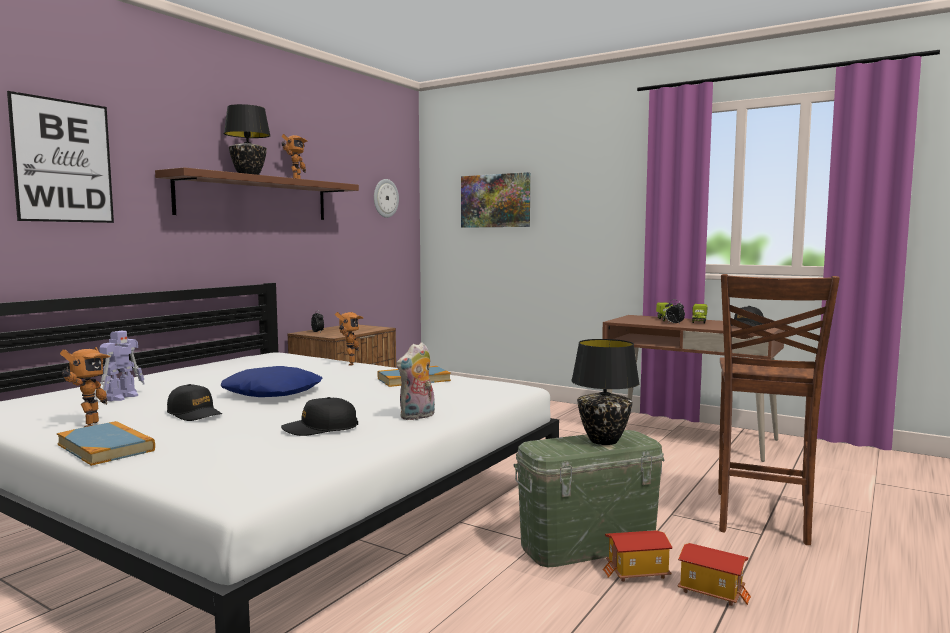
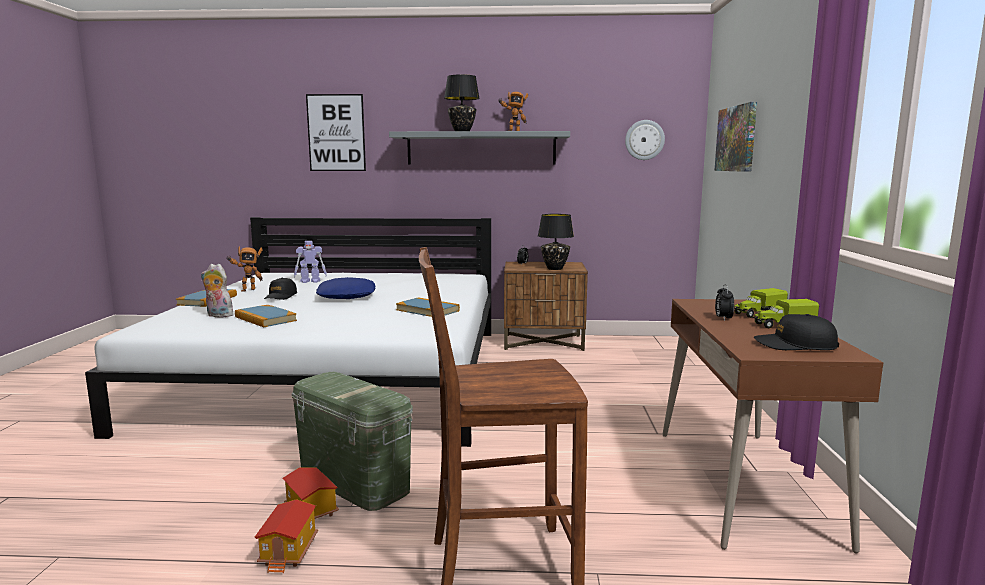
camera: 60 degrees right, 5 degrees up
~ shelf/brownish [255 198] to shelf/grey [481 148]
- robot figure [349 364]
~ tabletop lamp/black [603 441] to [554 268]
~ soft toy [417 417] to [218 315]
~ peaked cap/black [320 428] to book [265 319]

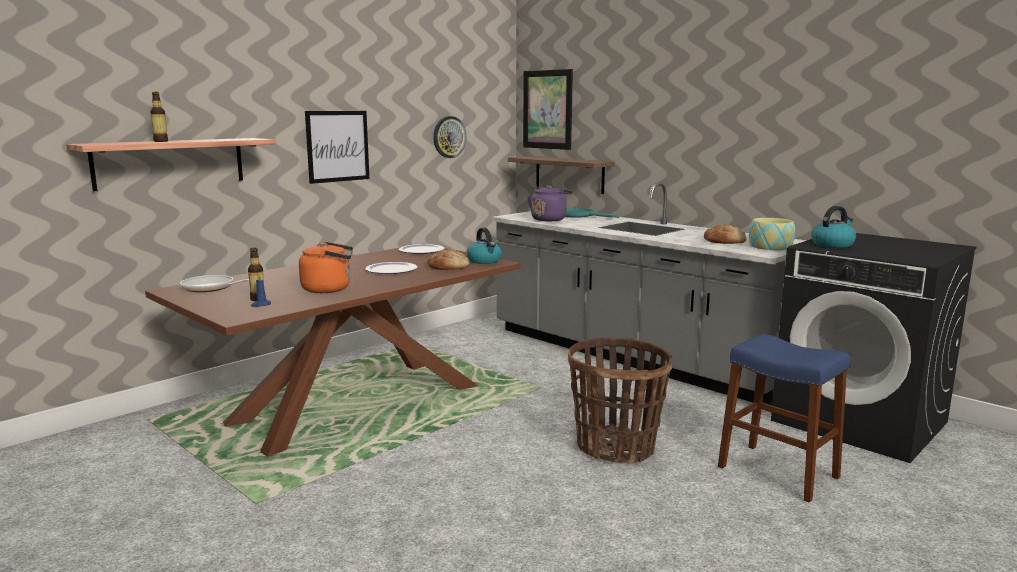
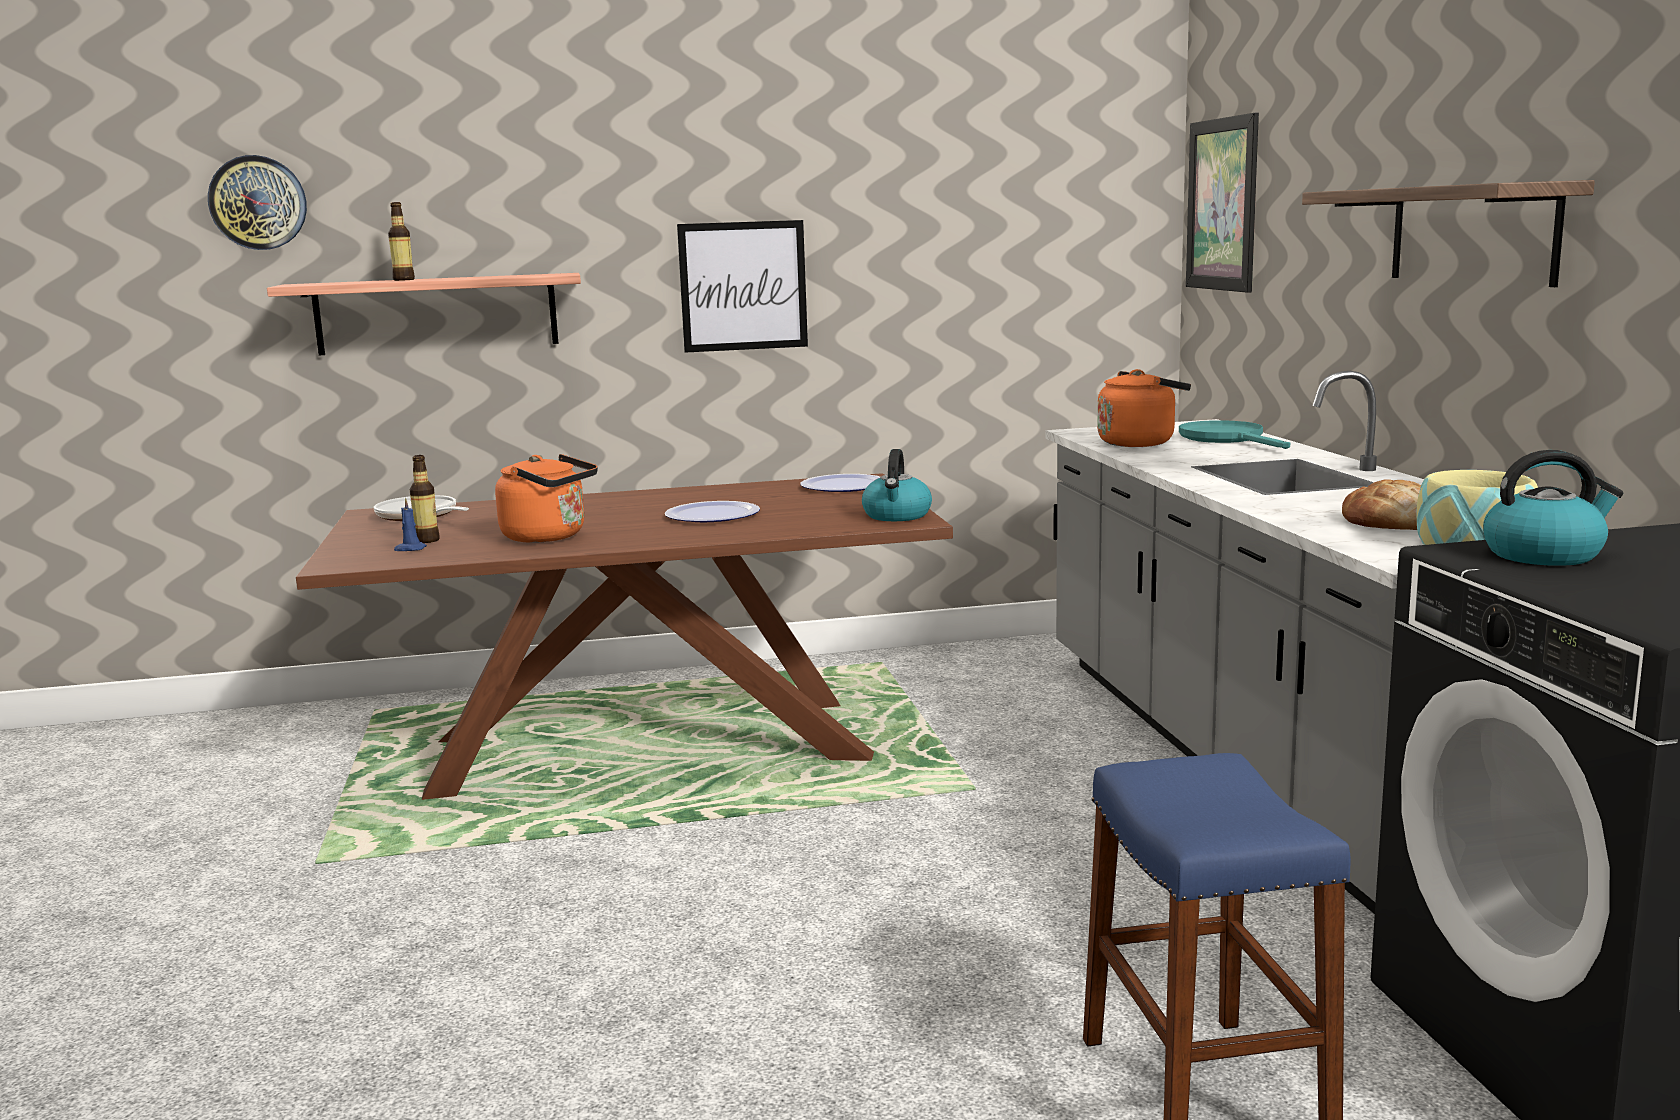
camera: 35 degrees right, 0 degrees up
~ hanging clock [449 137] to [258 202]
~ shelf [569 174] to [1472 234]
~ kettle/purplish [549 219] to kettle/orangey [1139 443]
- baked bread [448 266]
- household basket [616 447]

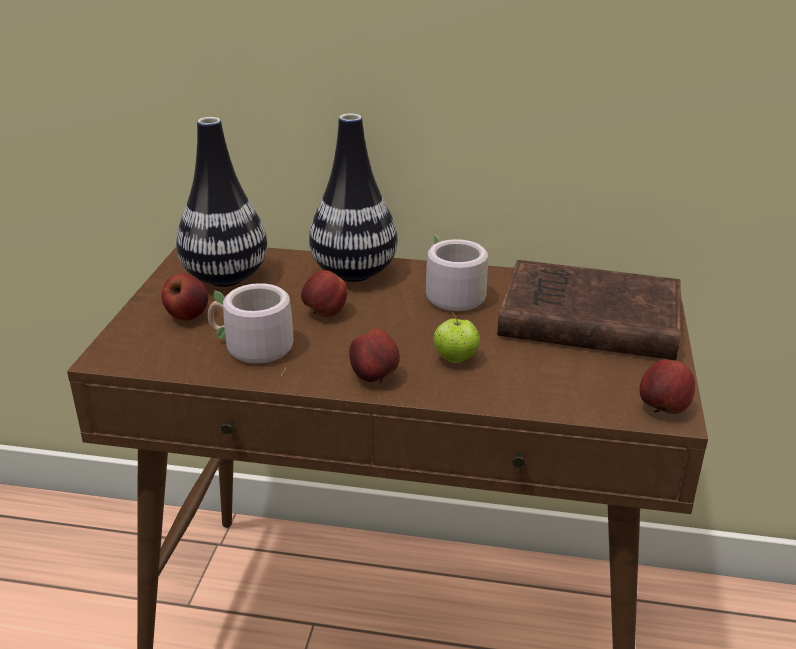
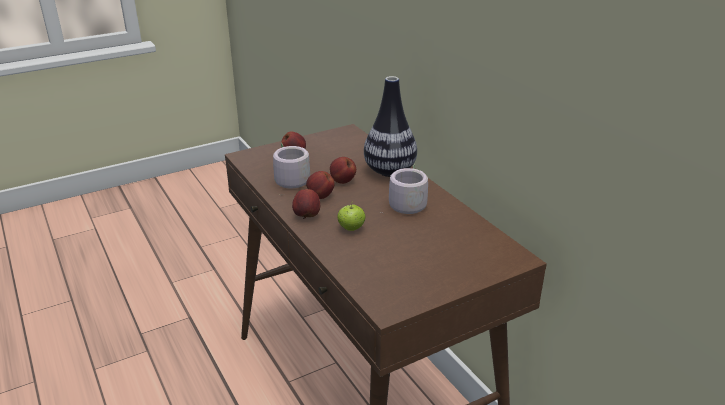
camera: 50 degrees right, 0 degrees up
- flower vase [225 278]
- book/brownish [583 319]
~ whole apple [663 409] to [320 197]

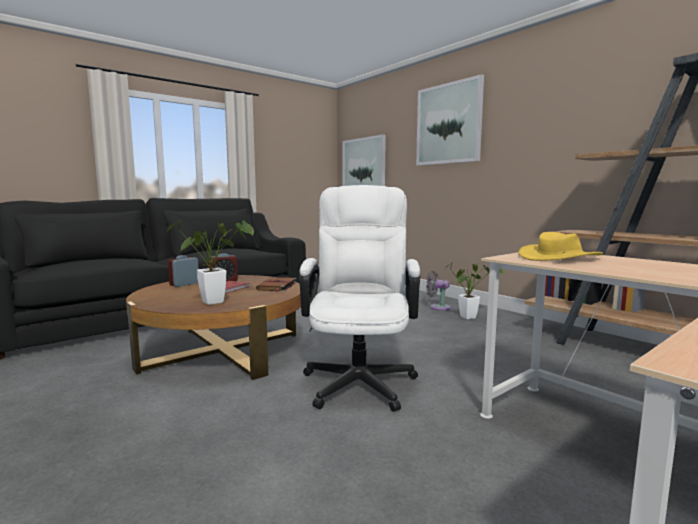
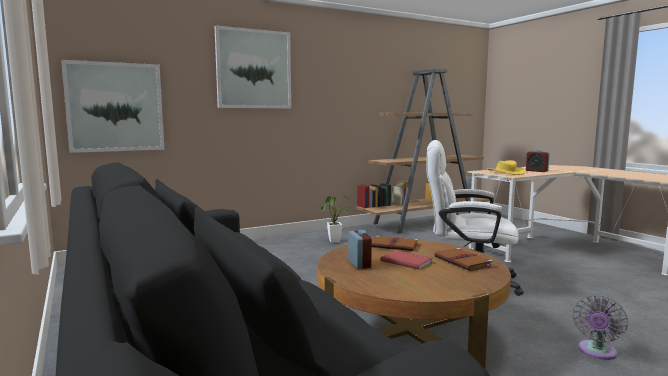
camera: 80 degrees left, 0 degrees up
~ plant in a pot [218 301] to book/brownish [463 262]
~ alarm clock [184 284] to [536 171]
~ electric fan/grey [438 307] to [596 352]

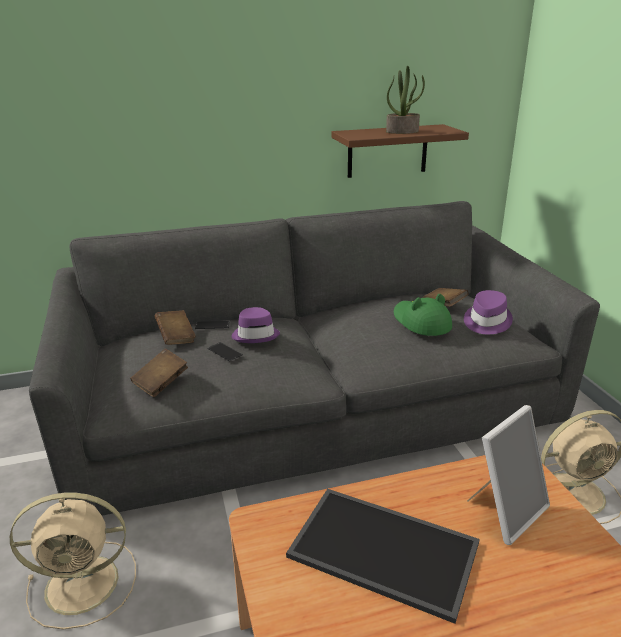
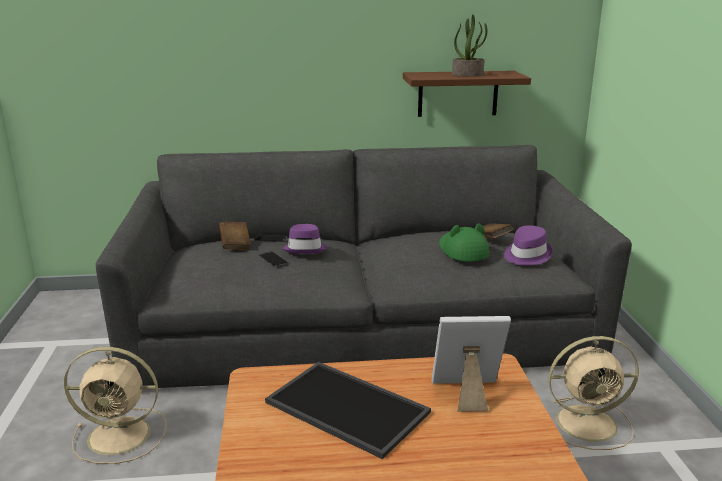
camera: 10 degrees right, 5 degrees down
- book/brownish [161 383]
~ photo frame [505 510] = [466 394] 150 degrees counterclockwise

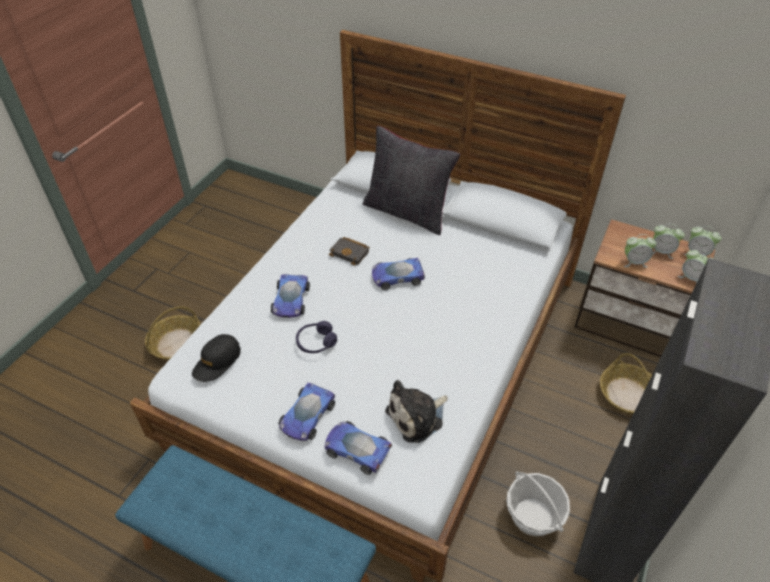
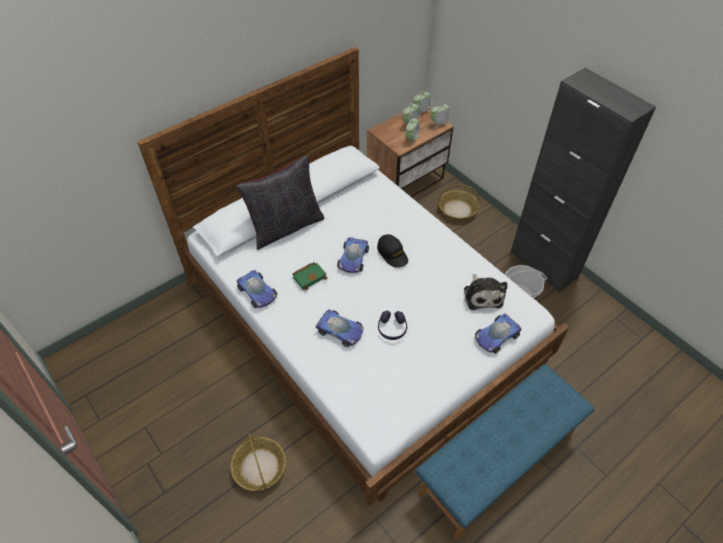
camera: 65 degrees left, 5 degrees up
~ book/black [351 253] to book/greenish [310 276]
~ peaked cap/black [217 362] to [392 254]
~ miniature car [307 416] to [257 292]

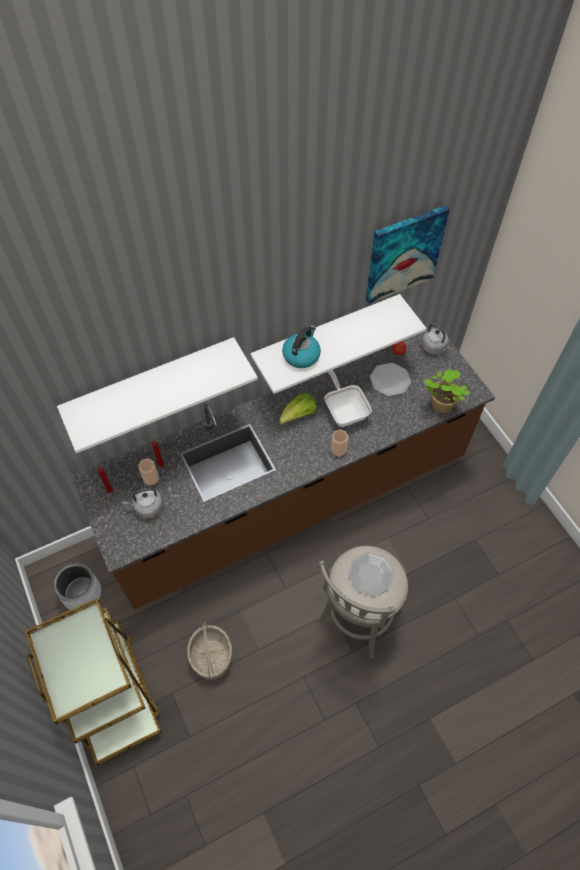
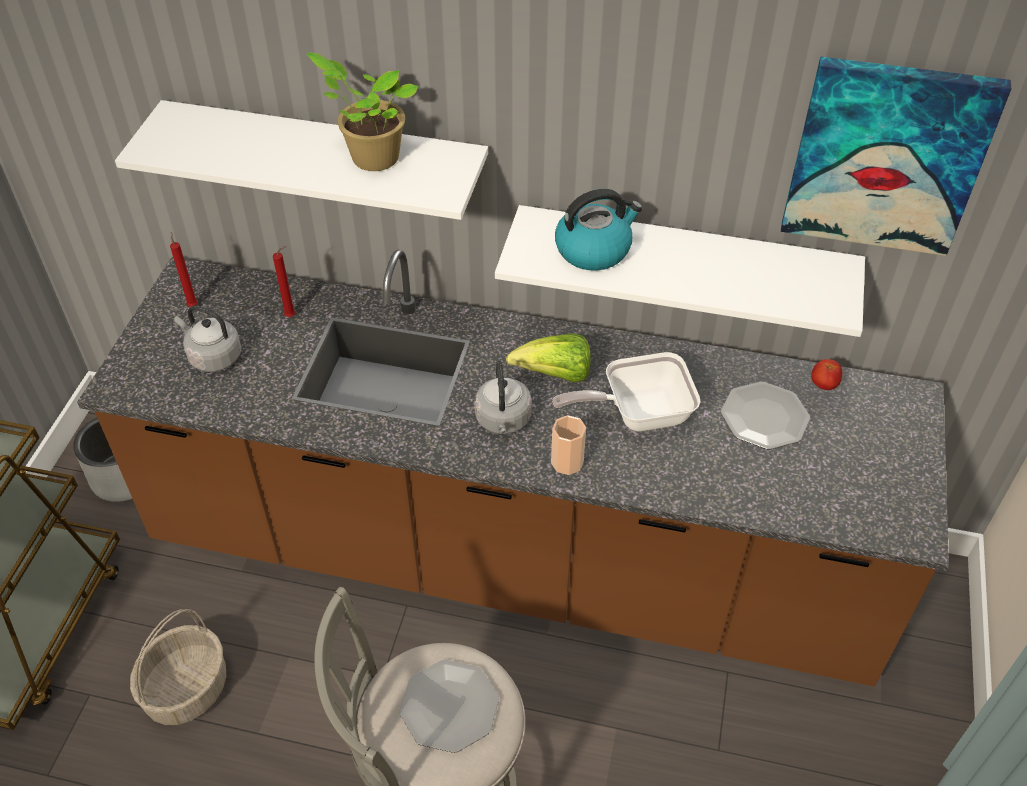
camera: 40 degrees right, 10 degrees down
~ kettle/grey [434 348] to [503 421]
~ plant in a pot [440 405] to [371 157]
~ pan [344 410] = [637 413] 120 degrees counterclockwise
- drinking cup [151 478]

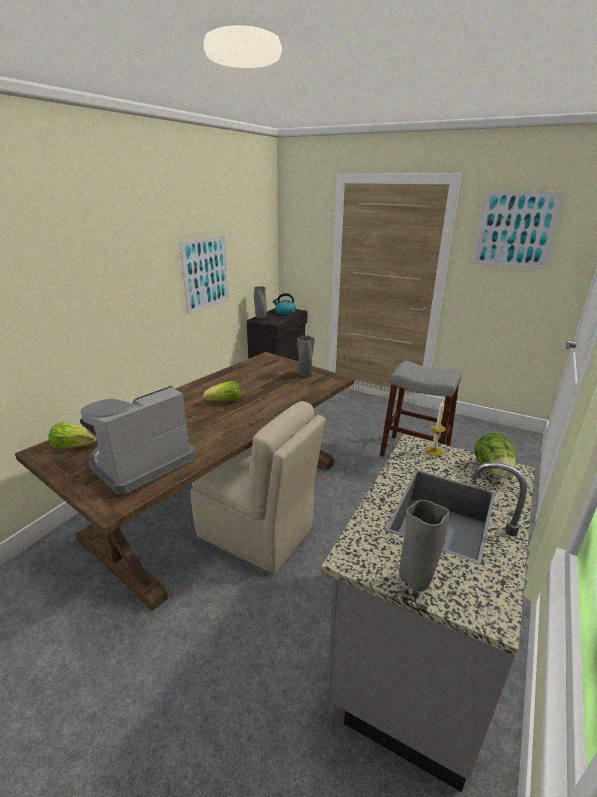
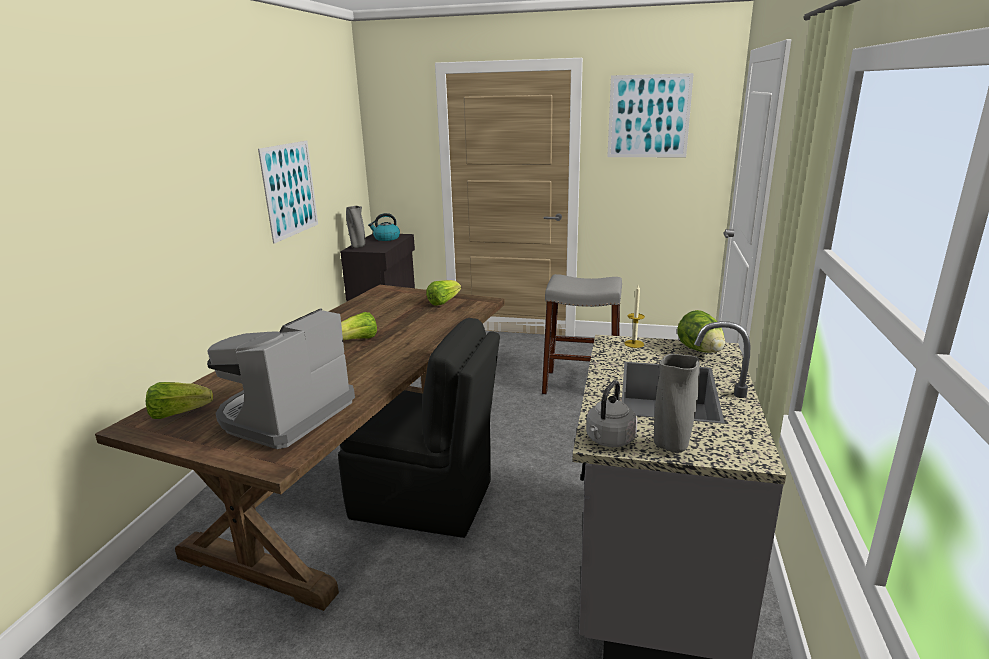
camera: 15 degrees left, 5 degrees down
~ flower vase/grey [305 375] to lettuce head [443 302]
~ plain chair/beige [258 533] to plain chair/black [426 500]
+ kettle/grey [609 440]

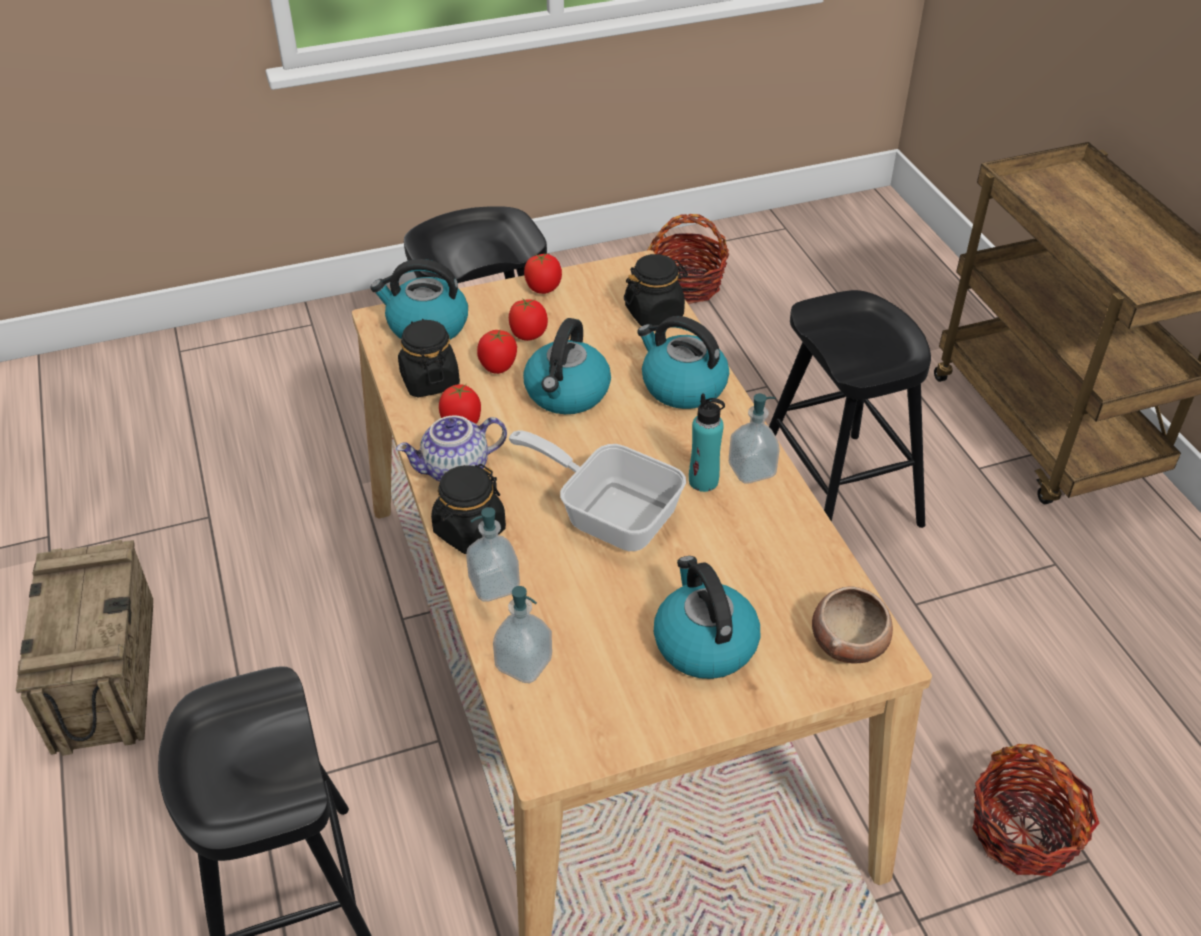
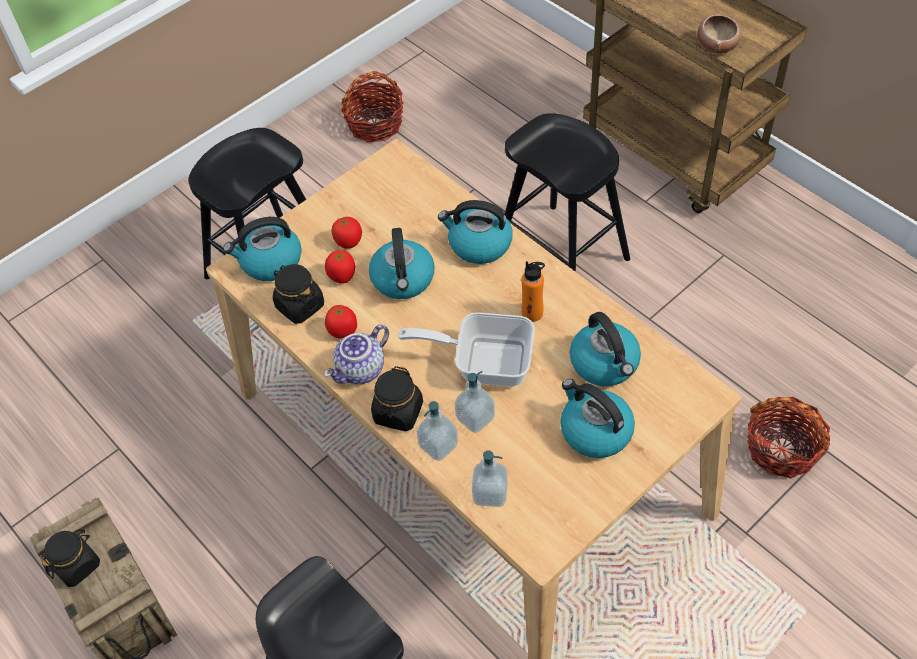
camera: 20 degrees left, 10 degrees up
- whole tomato [543 288]
~ preserve jar/black [654 313] to [77 565]
~ bottle/turquoise [703 481] to bottle/orangey [532 313]
~ soap dispenser [751 470] to [475 418]
~ serving bowl [849 641] to [716 45]
+ kettle [605 363]

